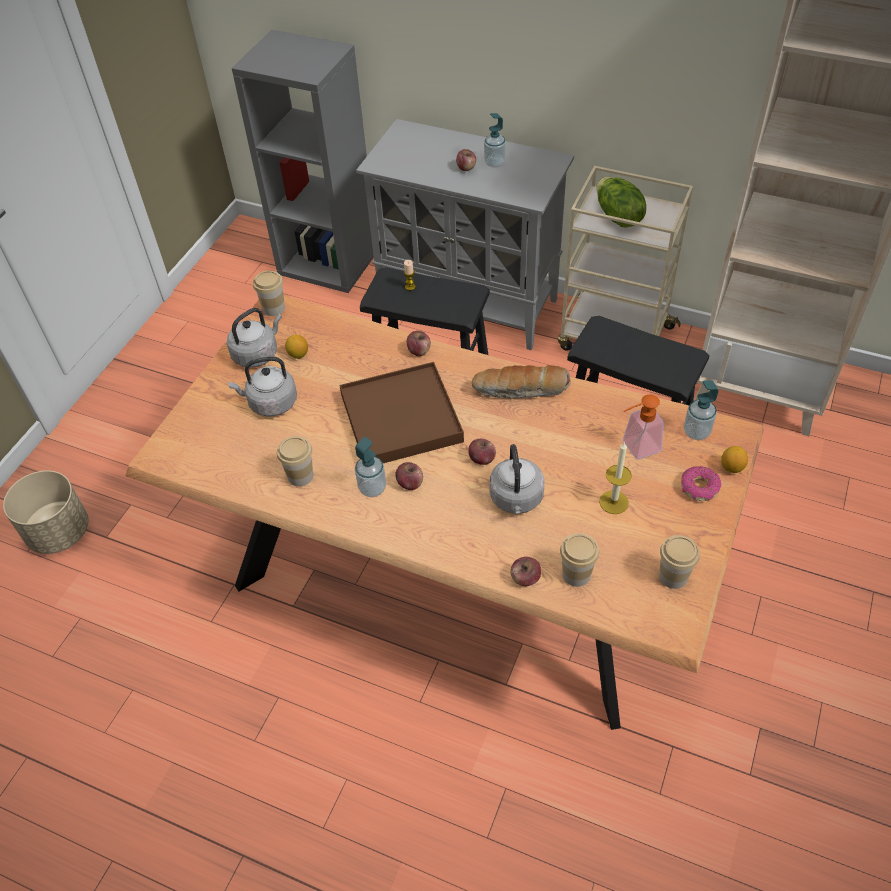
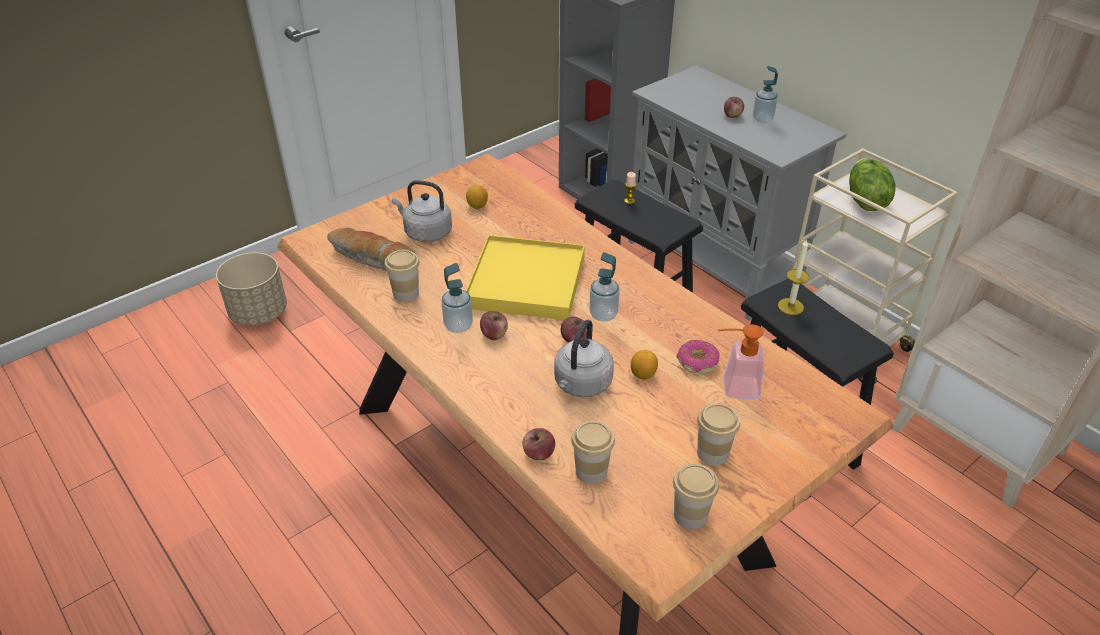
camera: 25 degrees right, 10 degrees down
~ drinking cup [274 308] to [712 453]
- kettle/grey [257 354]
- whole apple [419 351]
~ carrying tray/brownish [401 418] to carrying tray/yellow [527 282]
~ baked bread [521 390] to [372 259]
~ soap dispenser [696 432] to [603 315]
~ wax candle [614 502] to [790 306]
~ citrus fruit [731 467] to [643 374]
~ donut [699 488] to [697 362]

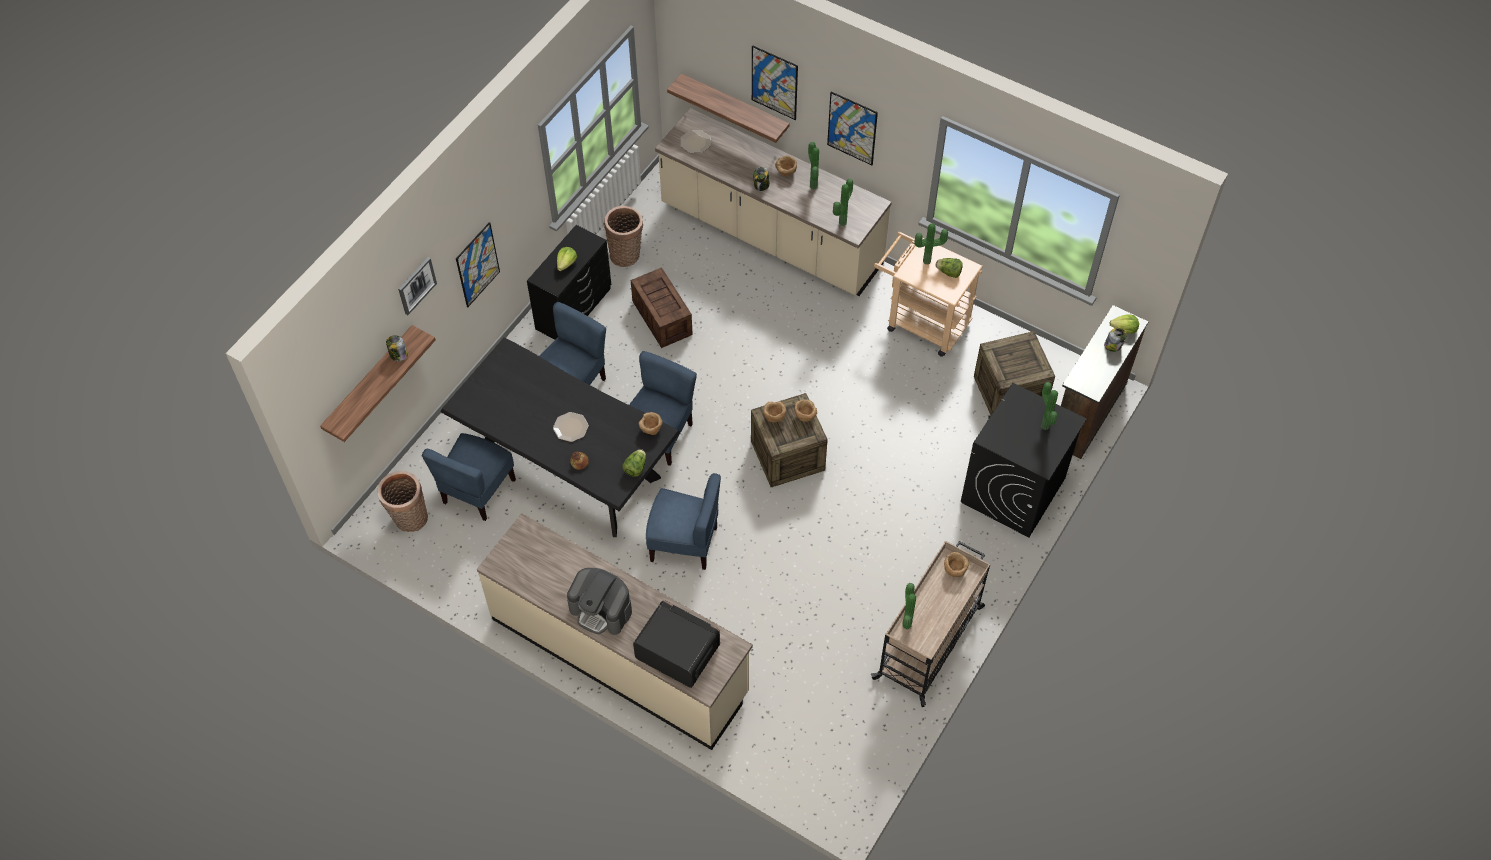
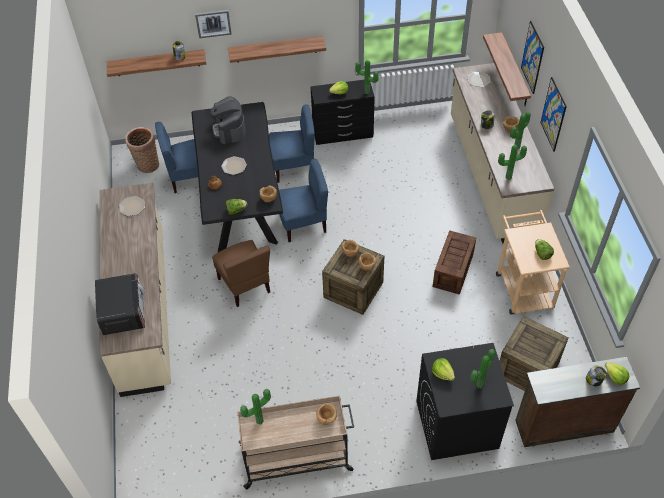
camera: 50 degrees right, 5 degrees down
- household basket [626 254]
~ wall art [477 265] to shelf [276 49]
~ plant in a pot [927 262] to [366 93]
~ crate [662 318] to [453 271]
~ plain chair/blue-coloured [684 543] to plain chair/brownish [245 285]
~ coffee maker [601 610] to [229 129]
+ flat dish [132 206]
+ lettuce head [443 373]

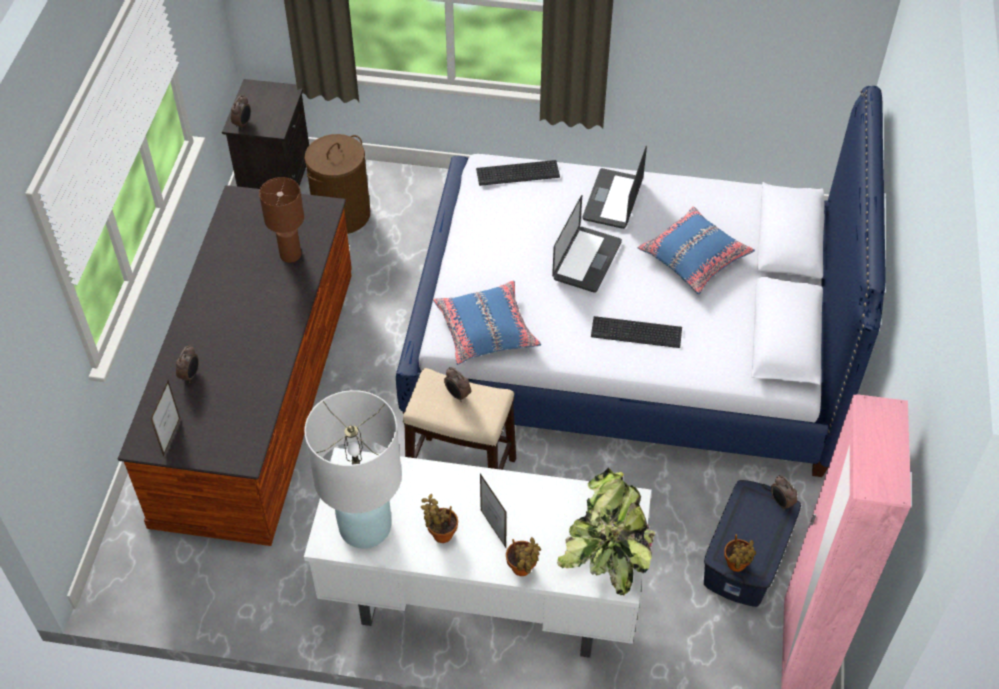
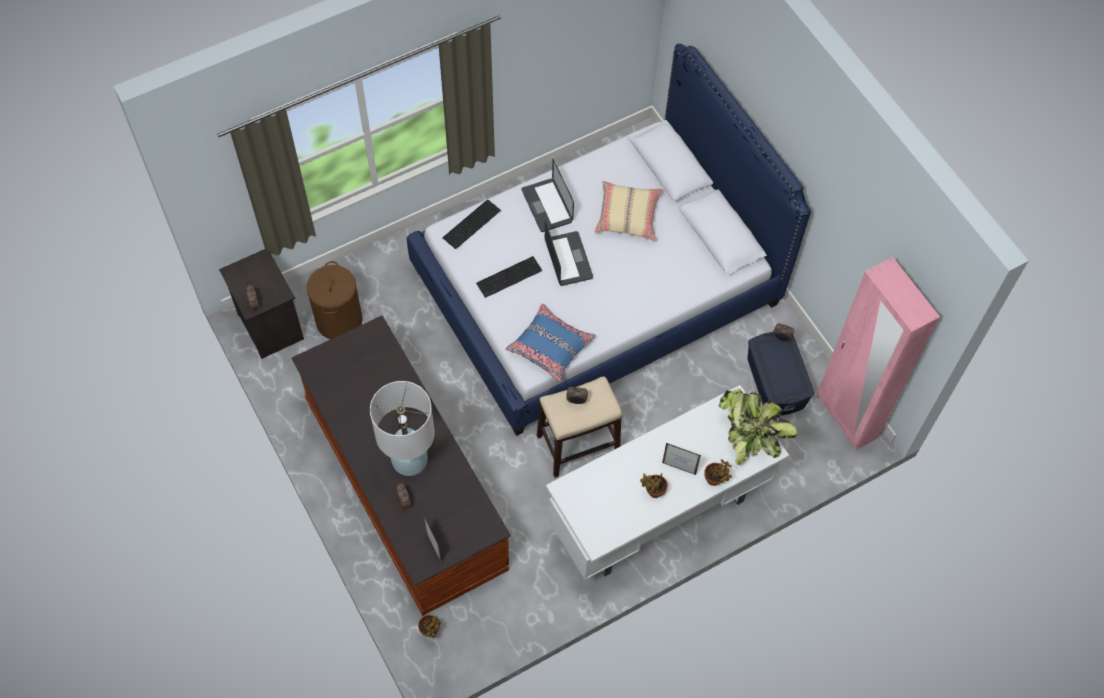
camera: 40 degrees left, 10 degrees up
- tabletop lamp/brownish [291 255]
~ cushion/blue-coloured [694 258] to cushion/beige [628 216]
~ computer keyboard [637 333] to [510 277]
~ tabletop lamp/white-coloured [365 527] to [410 460]
~ plant in a pot [736 566] to [430 631]

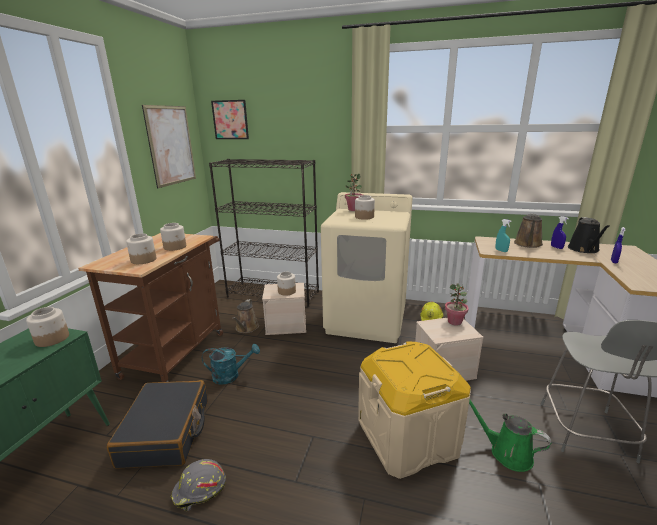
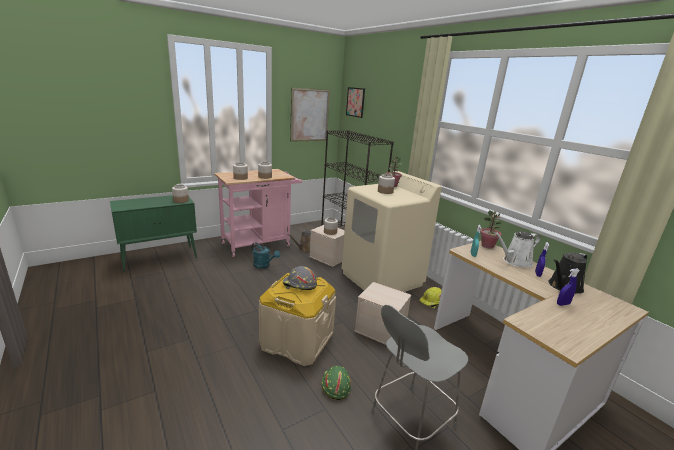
camera: 40 degrees right, 0 degrees up
~ watering pot/brownish [528 244] to watering pot/white-coloured [515 262]
~ wheeled cart/brownish [178 350] to wheeled cart/pink-coloured [260 243]
~ plant in a pot [455 322] to [487 246]
- travel case/black [166 432]
~ watering pot/greenish [506 453] to hard hat/greenish [335 385]
~ hard hat/grey [199 490] to [299 285]

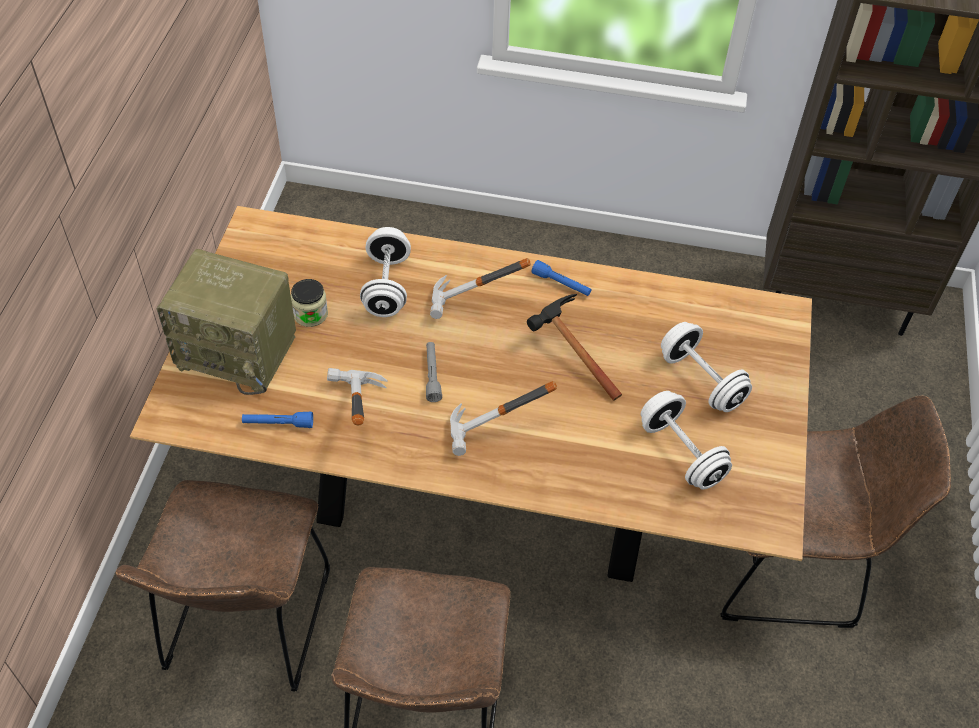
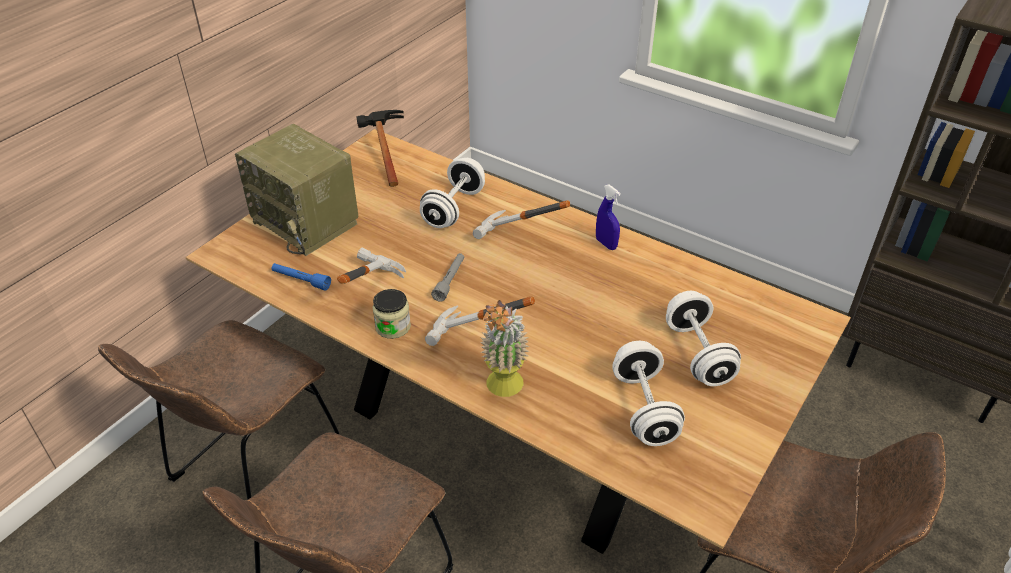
camera: 25 degrees right, 10 degrees down
~ hand torch/blue-coloured [561 284] to spray bottle/blue-coloured [606 244]
~ preserve jar [310 314] to [393 326]
~ hand hammer [568 353] to [383 154]
+ plant in a pot [503 390]

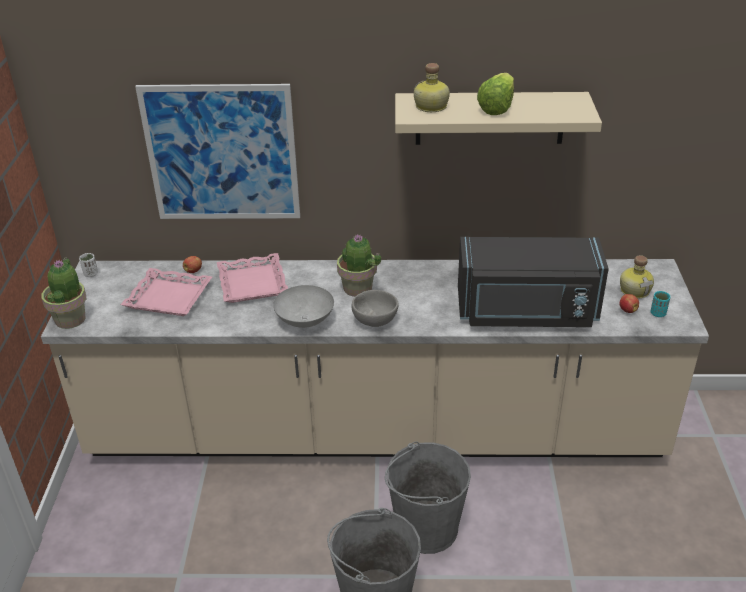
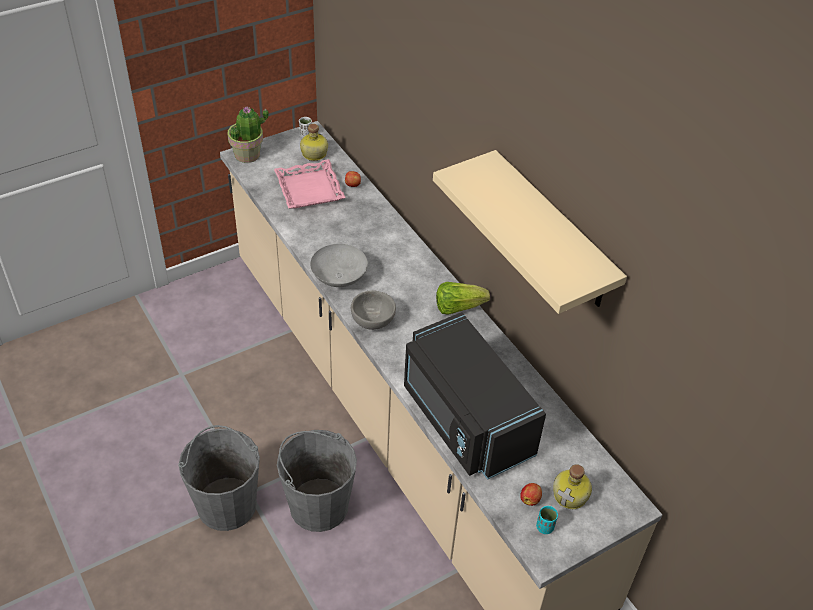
camera: 55 degrees right, 10 degrees up
~ bottle [431 107] to [313 154]
~ lettuce head [497 107] to [458 307]
- wall art [222 153]
- plant in a pot [358 288]
- carrying tray/pink-coloured [253 283]

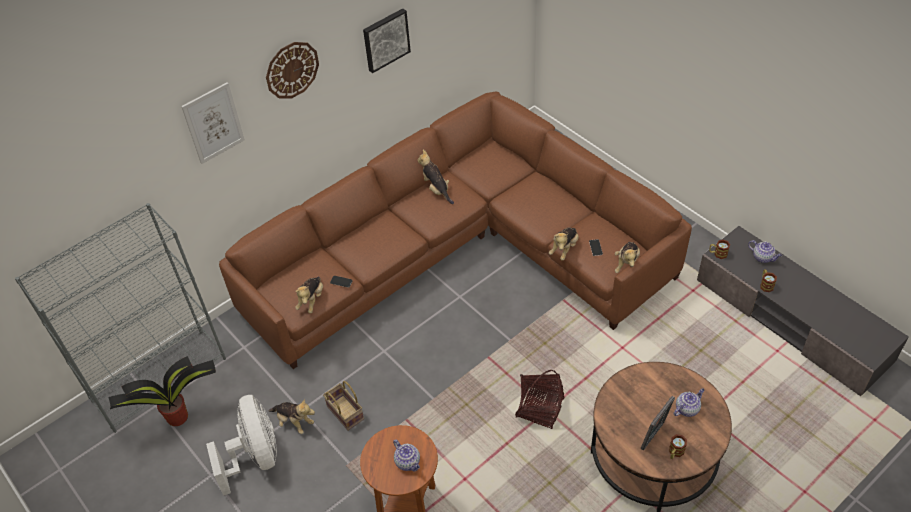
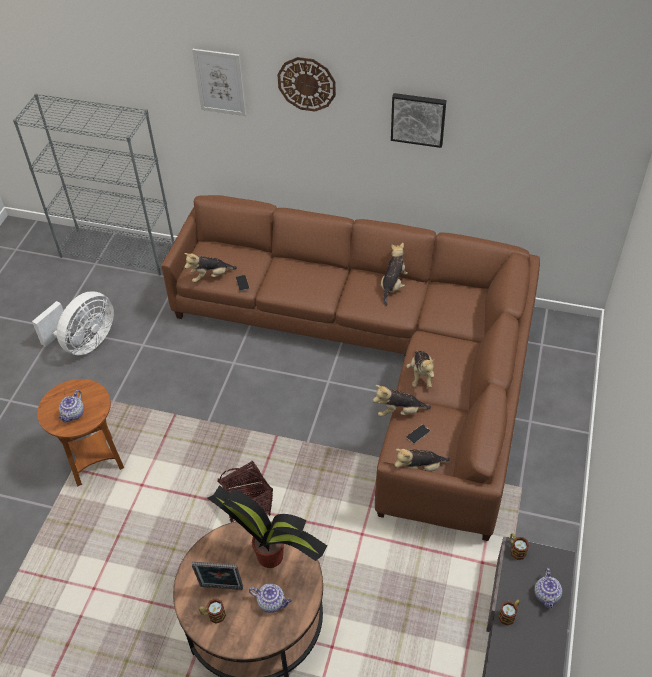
camera: 55 degrees right, 0 degrees up
~ plant in a pot [179 416] to [271 557]
- household basket [344 413]
~ soft toy [294 422] to [421 375]

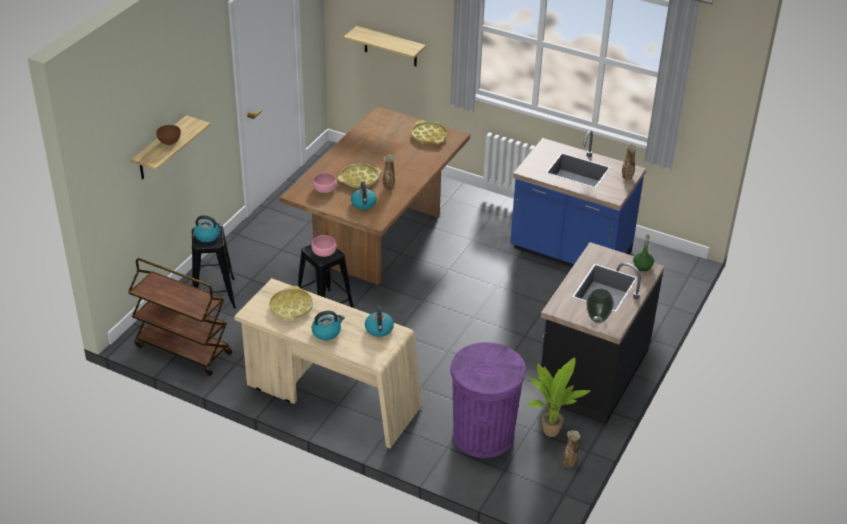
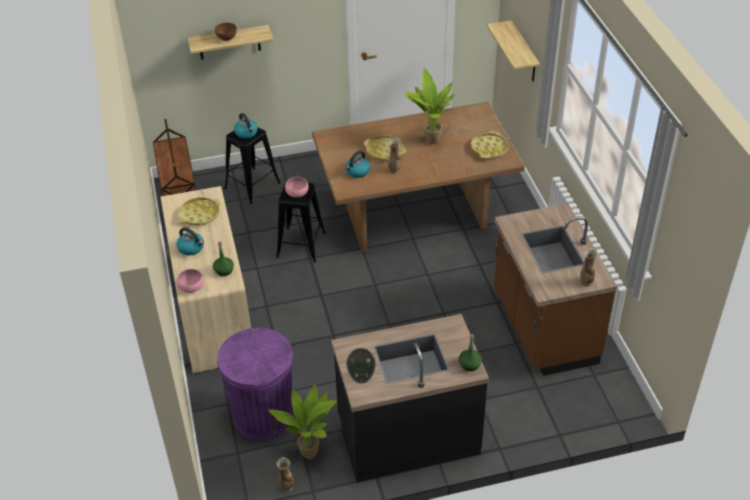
camera: 50 degrees right, 5 degrees up
~ kitchen counter/blue-coloured [570 253] to kitchen counter/brownish [542 328]
~ serving bowl/pink-coloured [324 188] to [191 286]
~ kettle [379 329] to bottle/greenish [224 271]
+ plant in a pot [430 141]

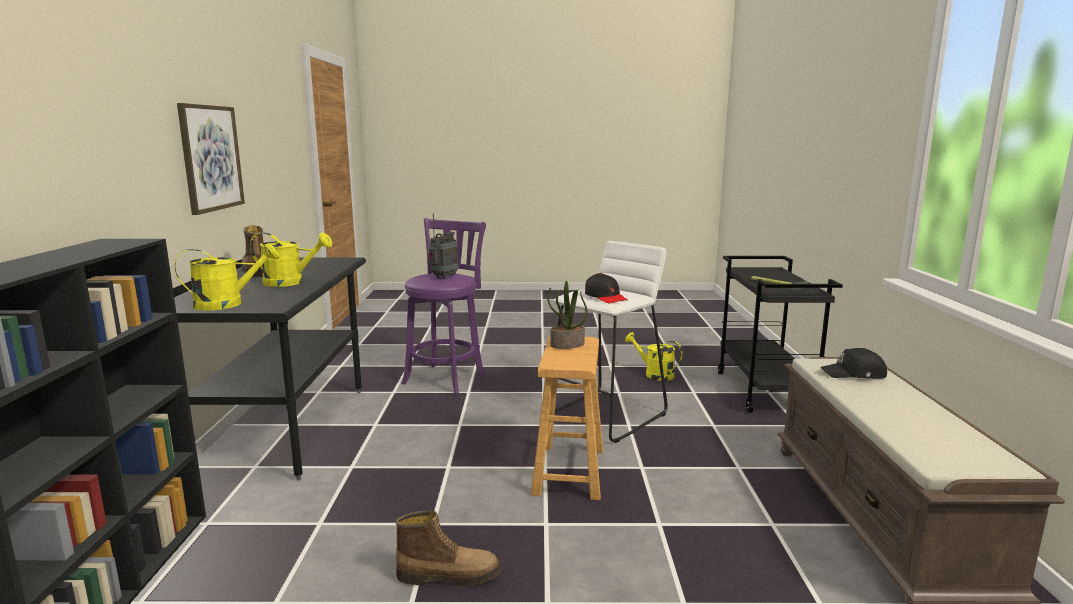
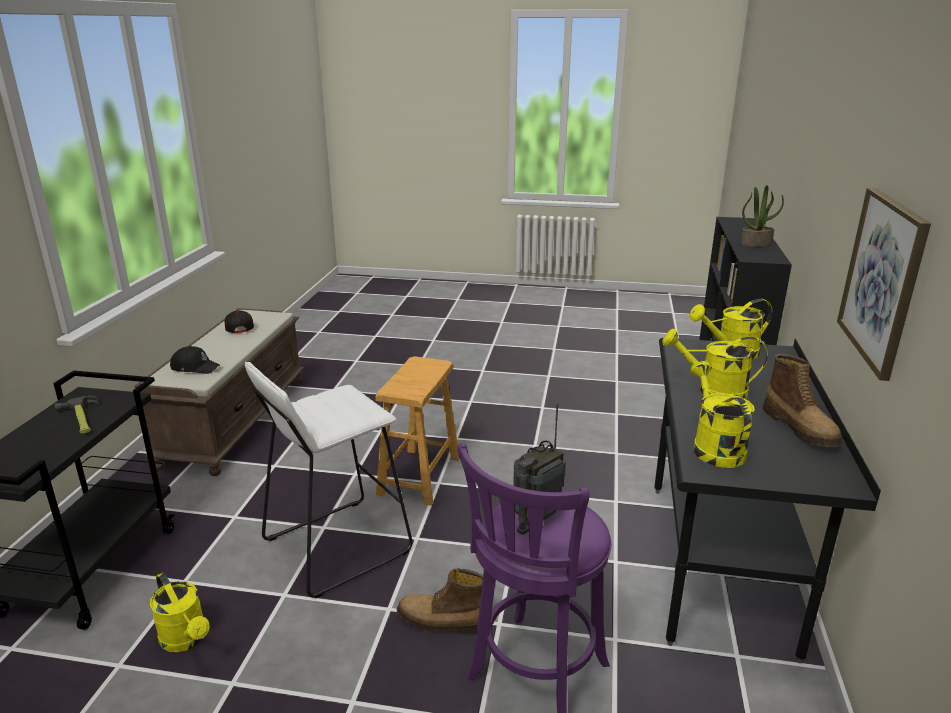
camera: 170 degrees left, 10 degrees up
~ peaked cap/black [605 297] to [239 327]
~ plant in a pot [567 345] to [756 244]
~ tall boot [449 575] to [441 621]
+ watering pot/yellow [714 447]

